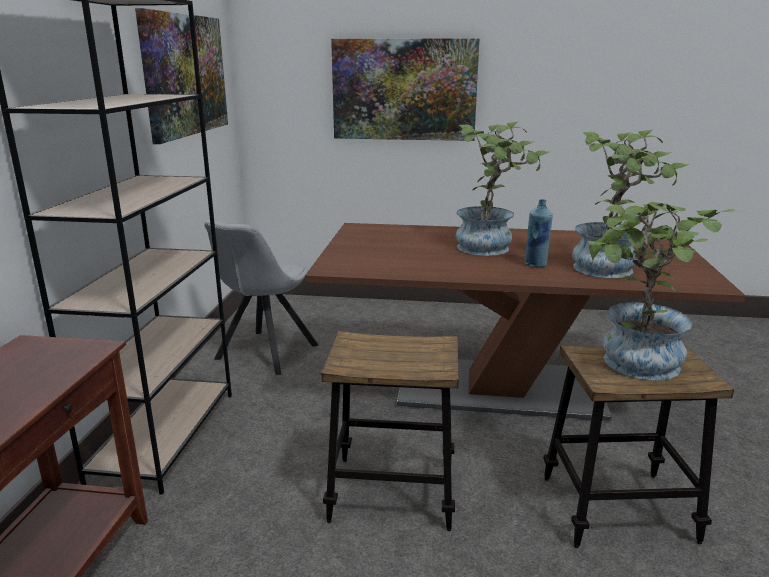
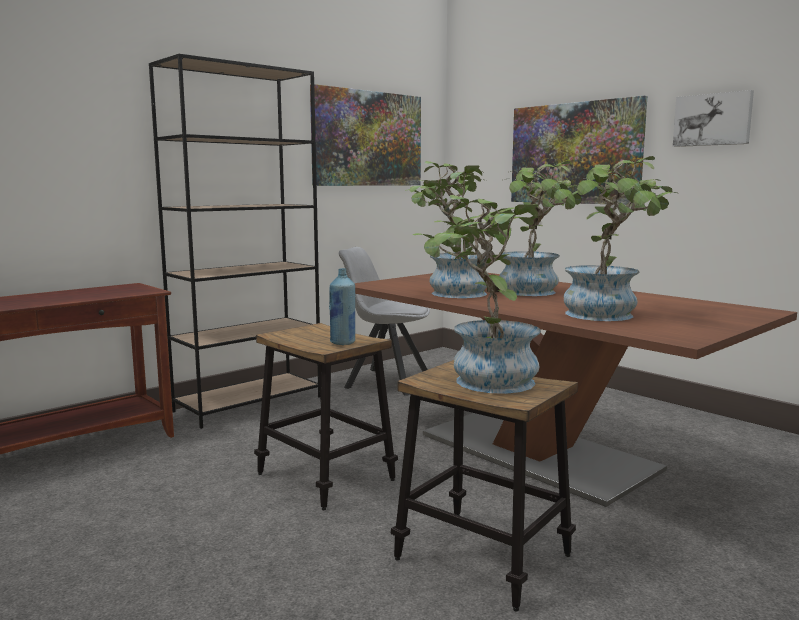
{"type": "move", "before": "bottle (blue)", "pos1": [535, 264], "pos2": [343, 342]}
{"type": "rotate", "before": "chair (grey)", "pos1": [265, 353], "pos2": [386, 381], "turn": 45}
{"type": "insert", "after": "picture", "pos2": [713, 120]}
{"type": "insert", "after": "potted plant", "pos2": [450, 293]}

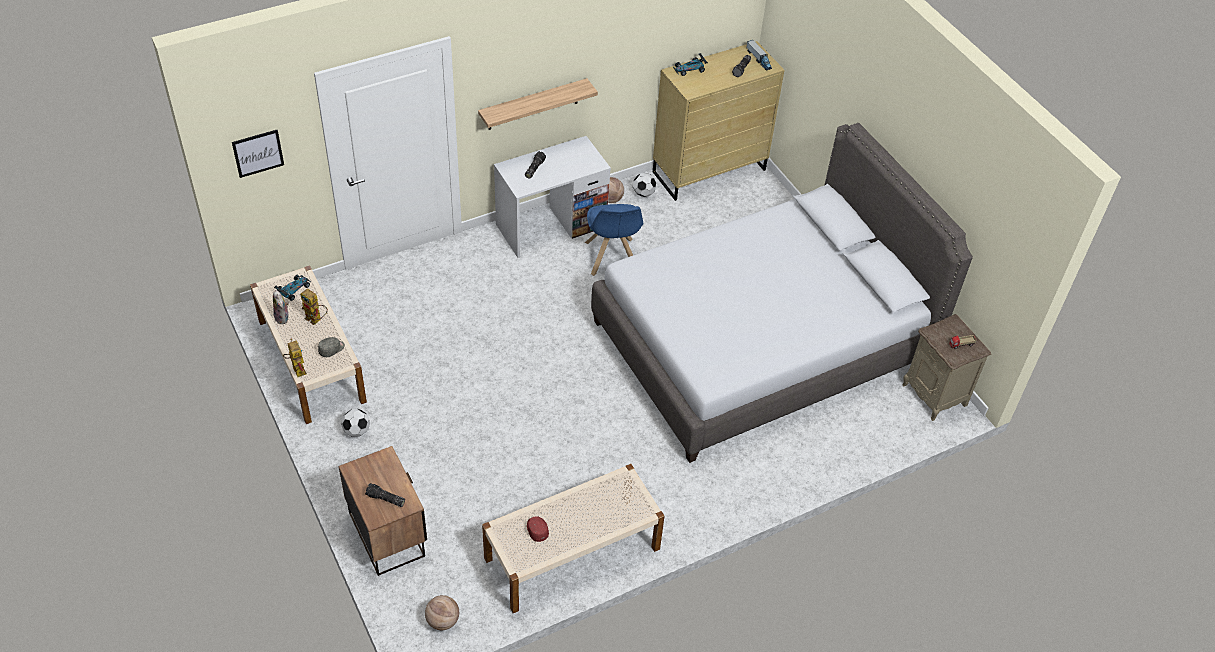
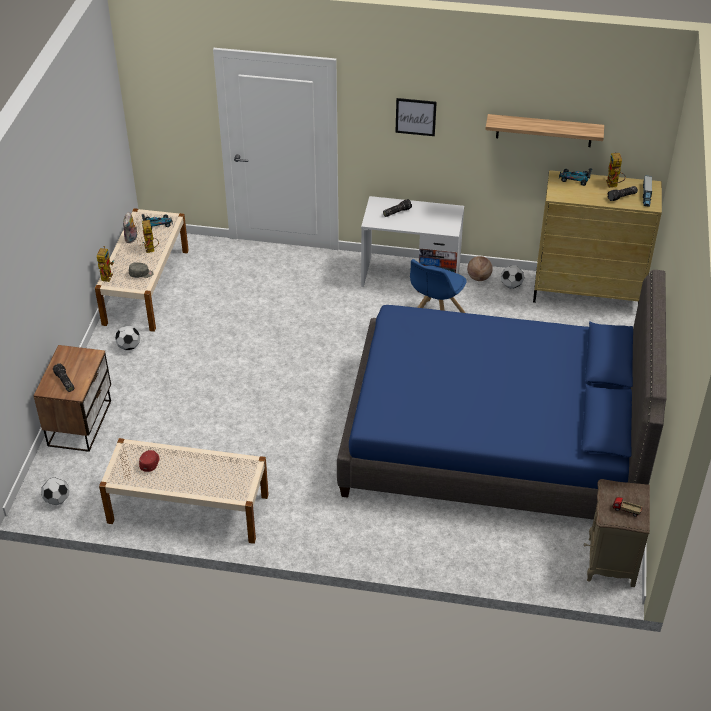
{"type": "move", "before": "shelf", "pos1": [533, 105], "pos2": [544, 130]}
{"type": "recolor", "before": "bed (grey)", "after": "bed (blue)", "pos1": [760, 342], "pos2": [494, 440]}
{"type": "move", "before": "picture", "pos1": [258, 153], "pos2": [415, 116]}
{"type": "replace", "before": "basketball", "after": "football", "pos1": [443, 621], "pos2": [57, 500]}
{"type": "insert", "after": "toy robot", "pos2": [613, 185]}

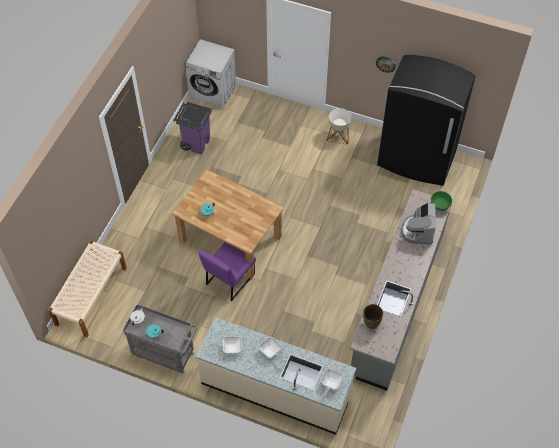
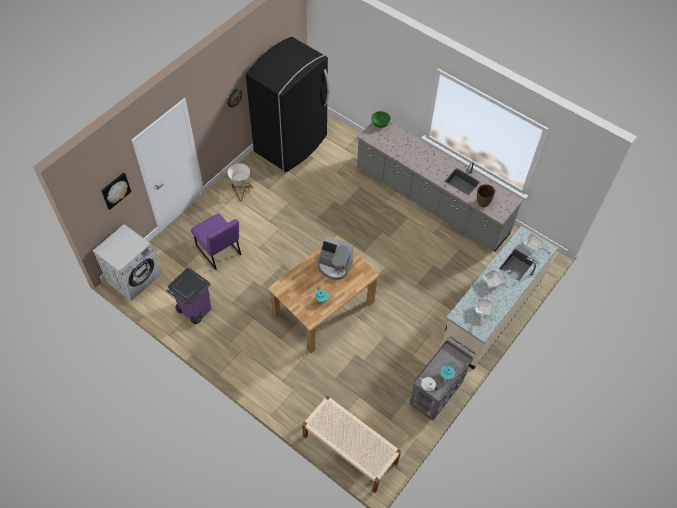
{"type": "move", "before": "coffee machine", "pos1": [418, 231], "pos2": [334, 265]}
{"type": "move", "before": "chair (purple)", "pos1": [229, 279], "pos2": [219, 251]}
{"type": "insert", "after": "picture", "pos2": [115, 190]}

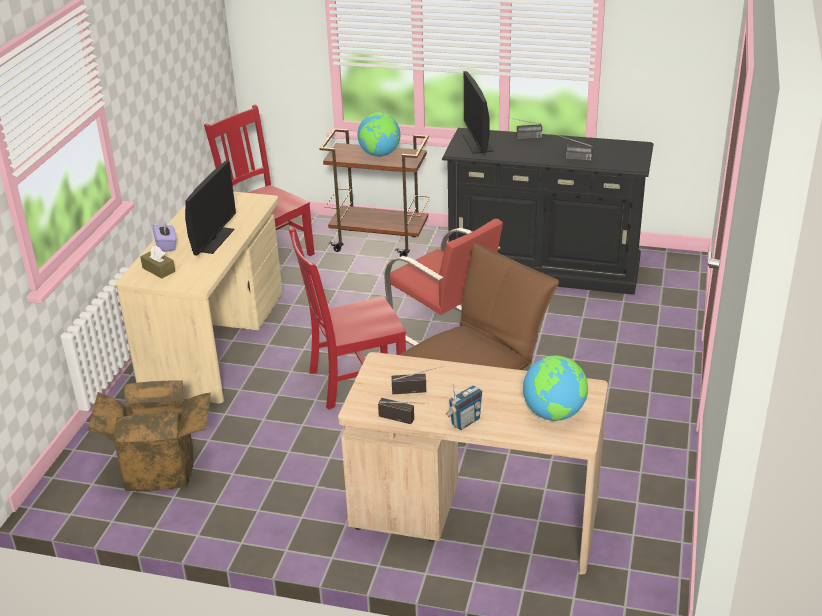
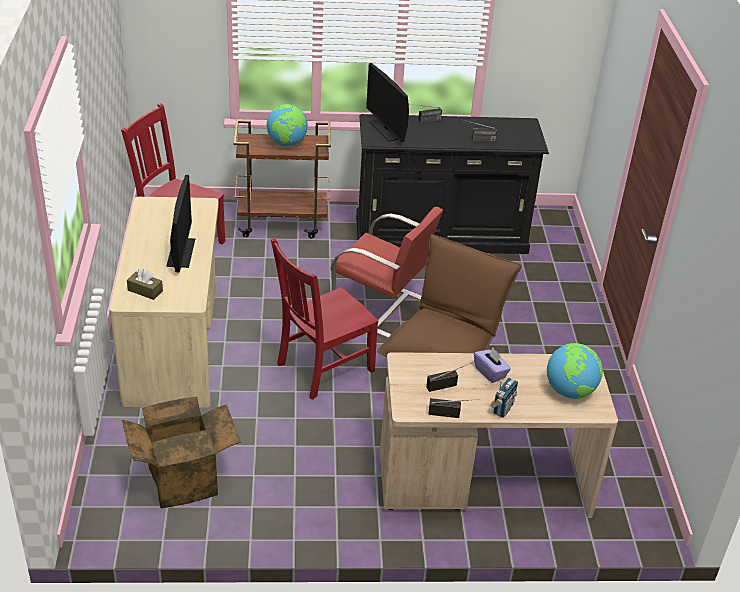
{"type": "move", "before": "tissue box (purple)", "pos1": [166, 245], "pos2": [490, 372]}

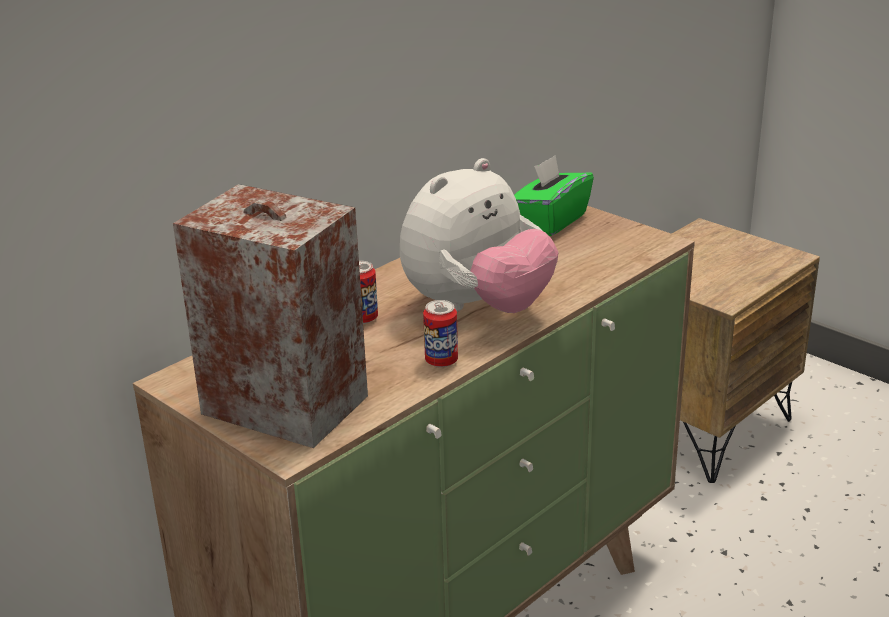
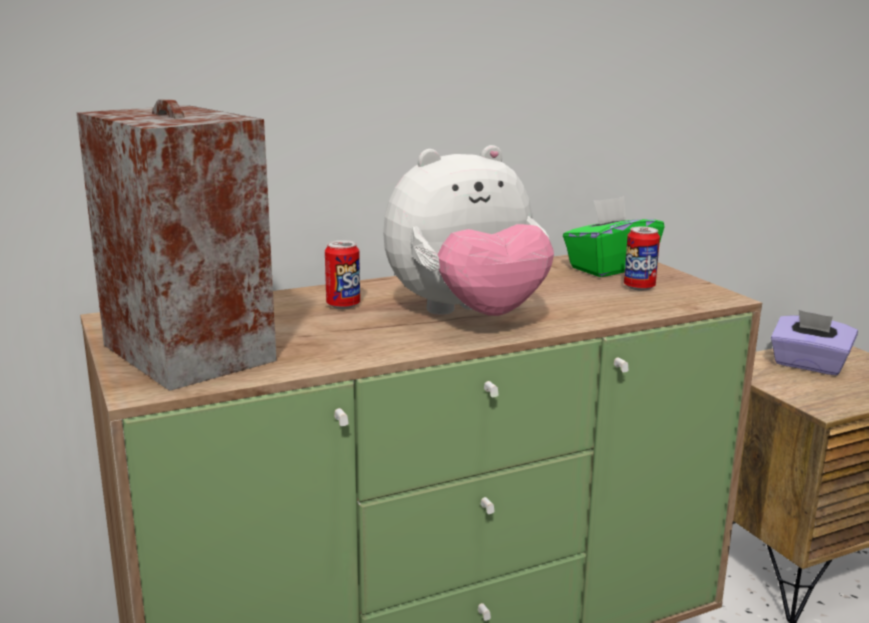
{"type": "move", "before": "can", "pos1": [441, 361], "pos2": [639, 287]}
{"type": "insert", "after": "tissue box (purple)", "pos2": [809, 365]}

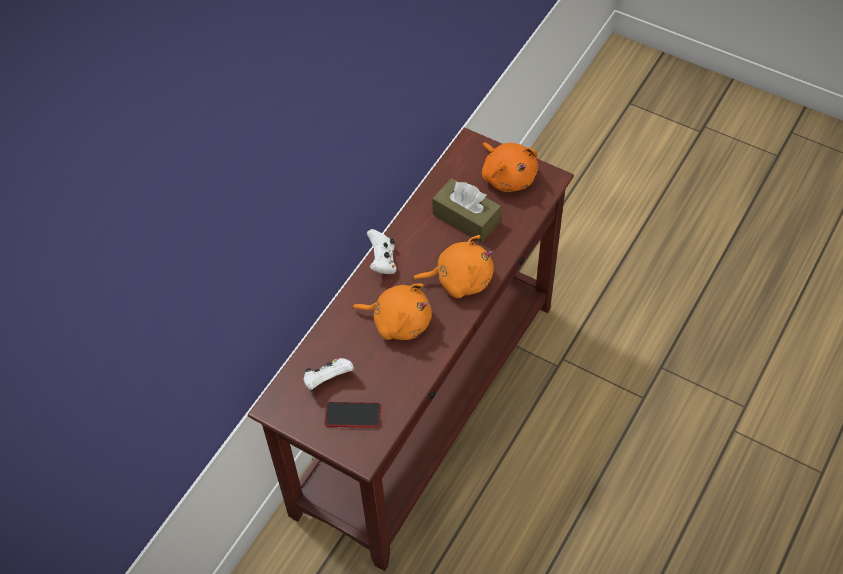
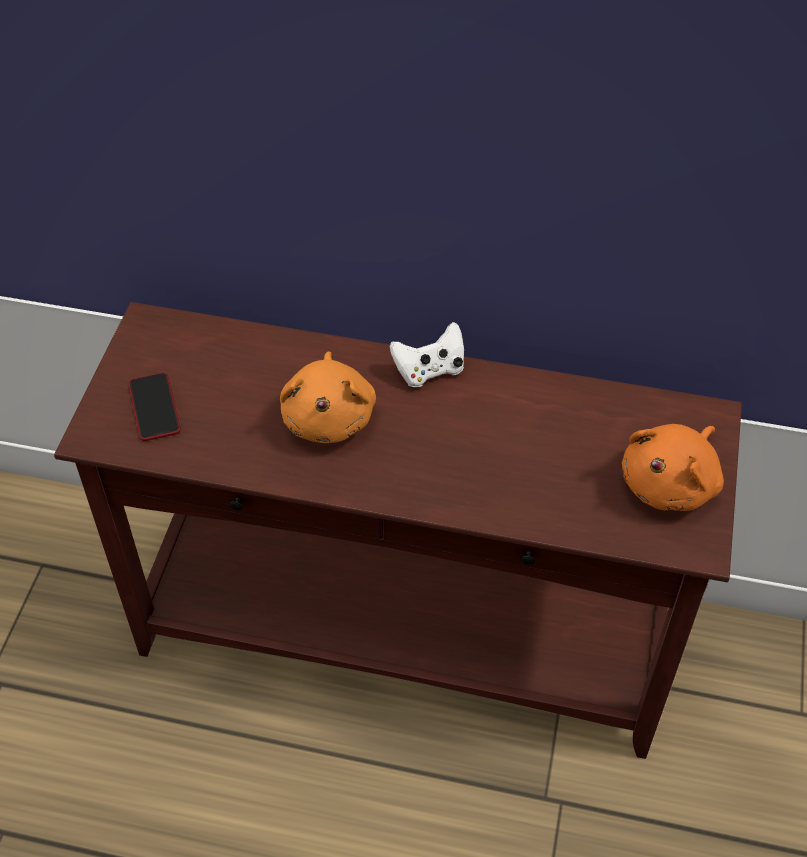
{"type": "delete", "before": "tissue box (brown)", "pos1": [466, 218]}
{"type": "delete", "before": "plush toy (orange)", "pos1": [460, 279]}
{"type": "delete", "before": "game controller (white)", "pos1": [327, 380]}

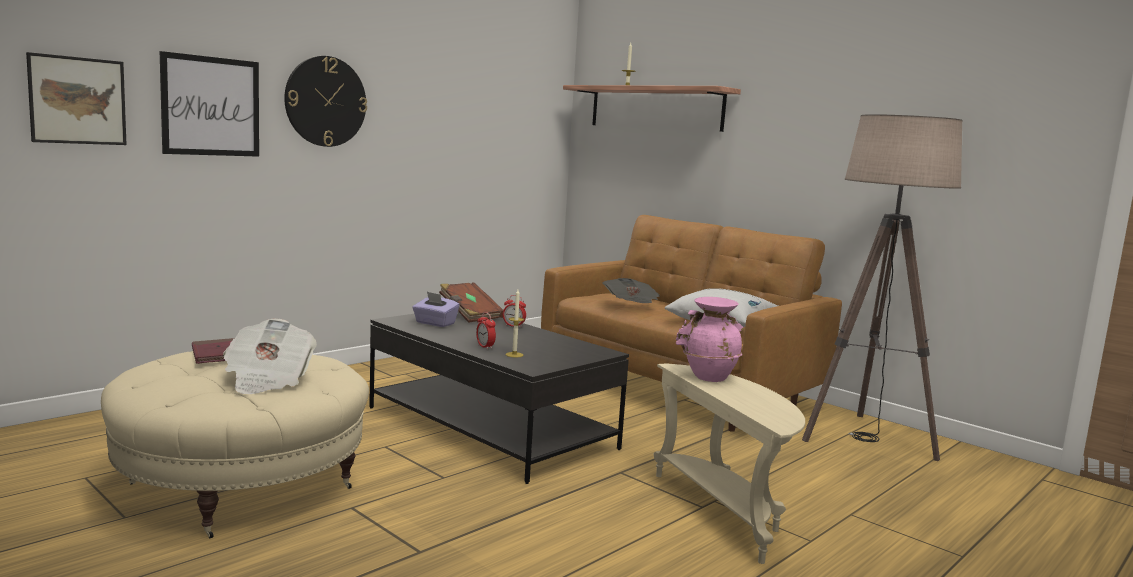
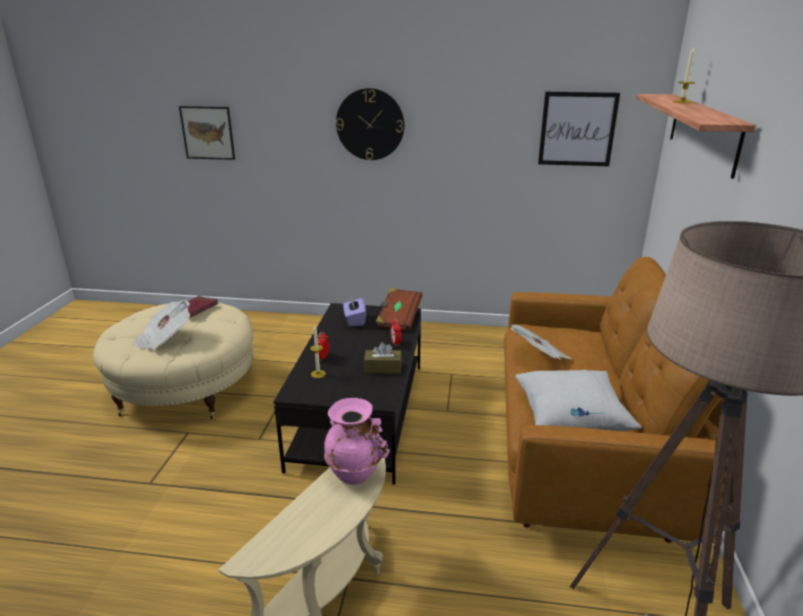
{"type": "move", "before": "picture", "pos1": [211, 106], "pos2": [577, 129]}
{"type": "insert", "after": "tissue box (brown)", "pos2": [383, 368]}

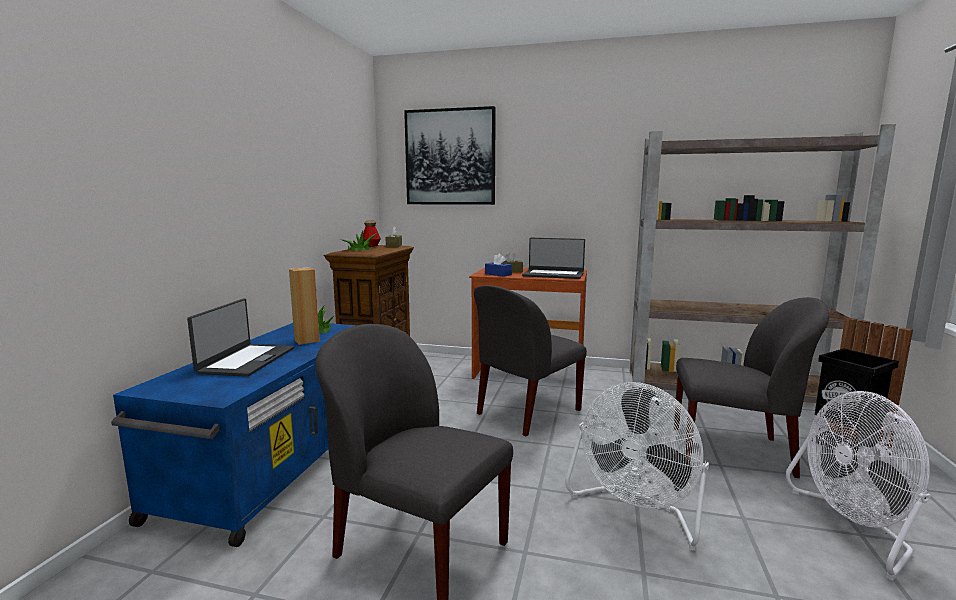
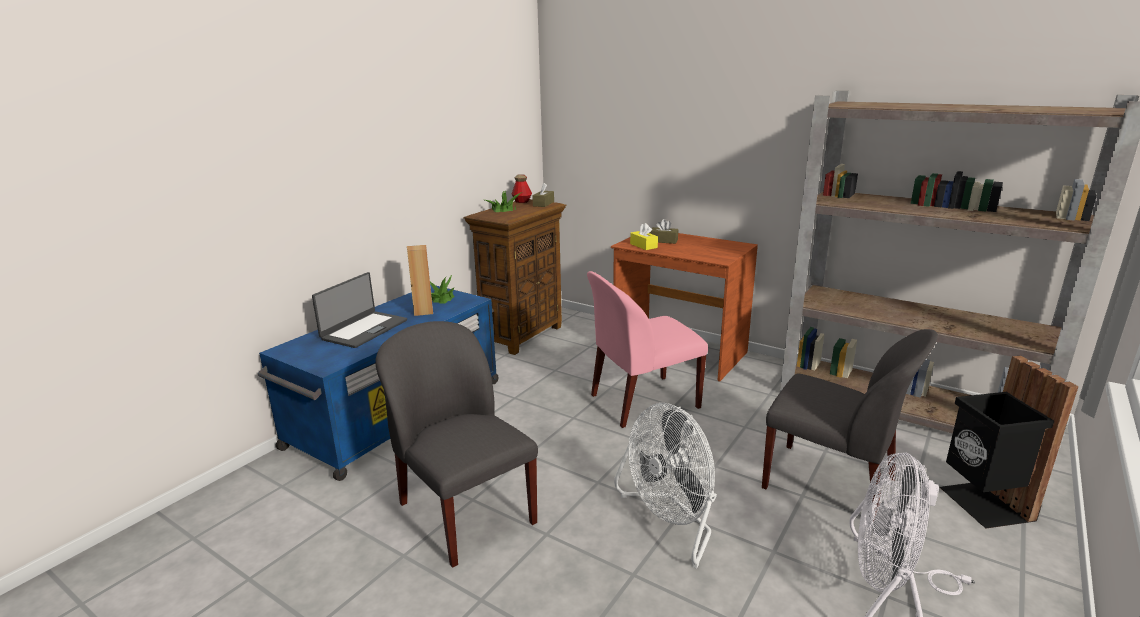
{"type": "delete", "before": "picture", "pos1": [450, 157]}
{"type": "delete", "before": "laptop", "pos1": [553, 275]}
{"type": "recolor", "before": "tissue box (blue)", "after": "tissue box (yellow)", "pos1": [498, 274], "pos2": [643, 246]}
{"type": "recolor", "before": "chair (grey)", "after": "chair (pink)", "pos1": [526, 413], "pos2": [642, 402]}

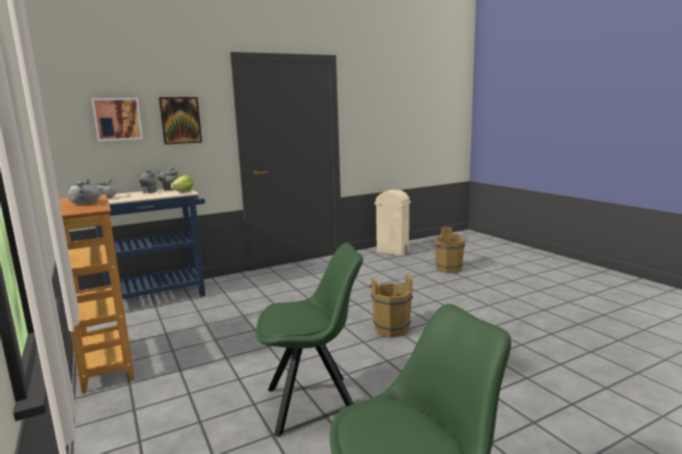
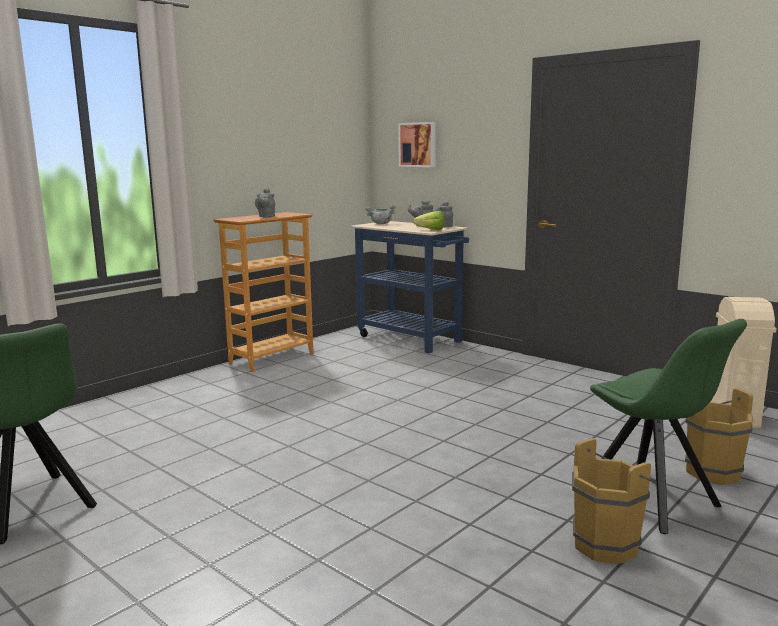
{"type": "delete", "before": "picture", "pos1": [180, 120]}
{"type": "replace", "before": "cooking pot (grey)", "after": "teapot (grey)", "pos1": [85, 203], "pos2": [266, 216]}
{"type": "move", "before": "chair (green)", "pos1": [313, 404], "pos2": [650, 499]}
{"type": "move", "before": "bucket (brown)", "pos1": [391, 328], "pos2": [609, 544]}

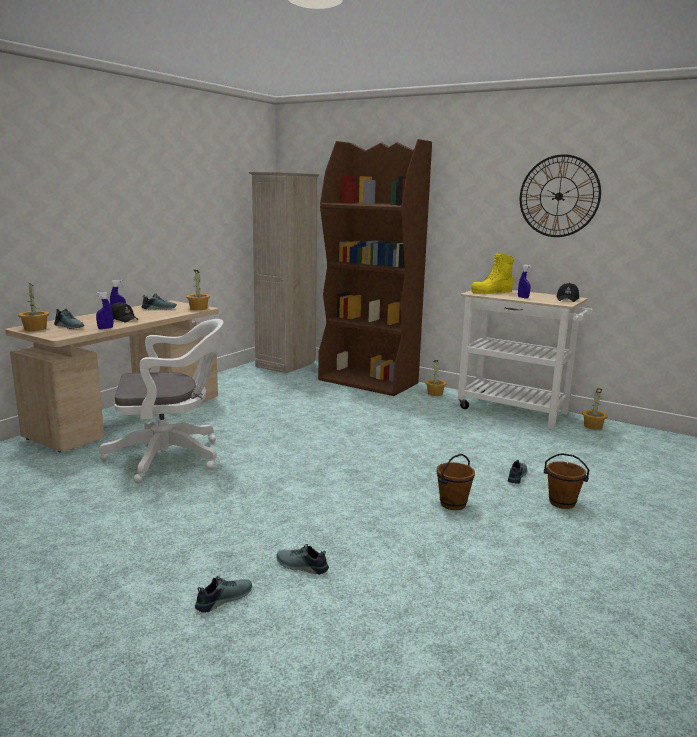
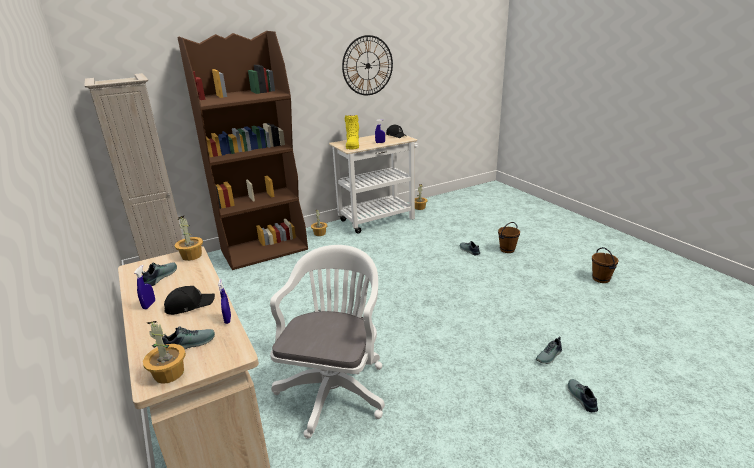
{"type": "move", "before": "bucket (brown)", "pos1": [453, 504], "pos2": [601, 279]}

